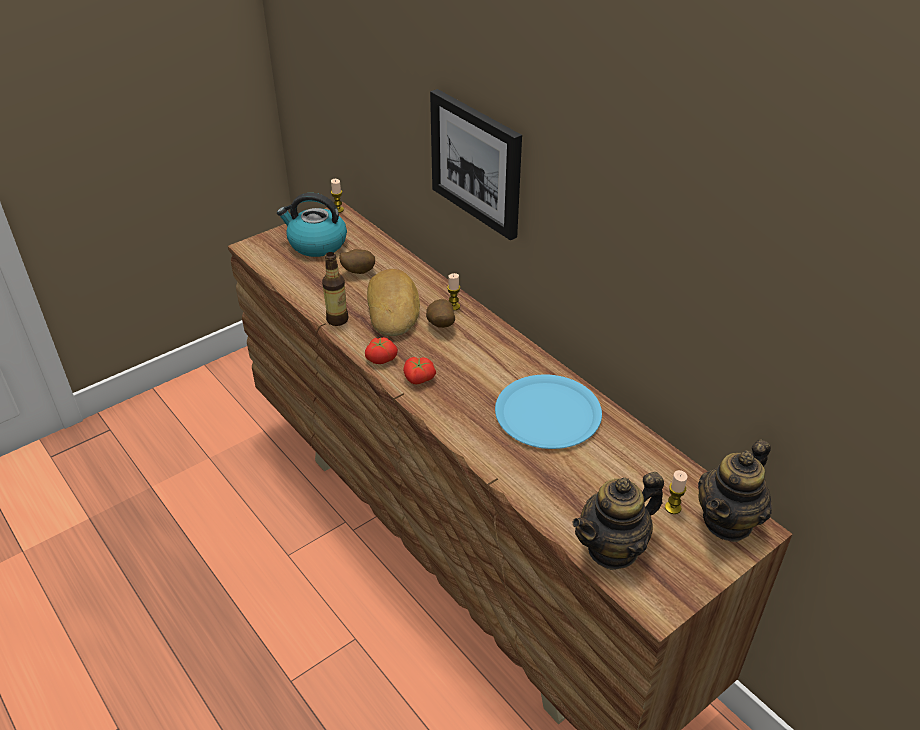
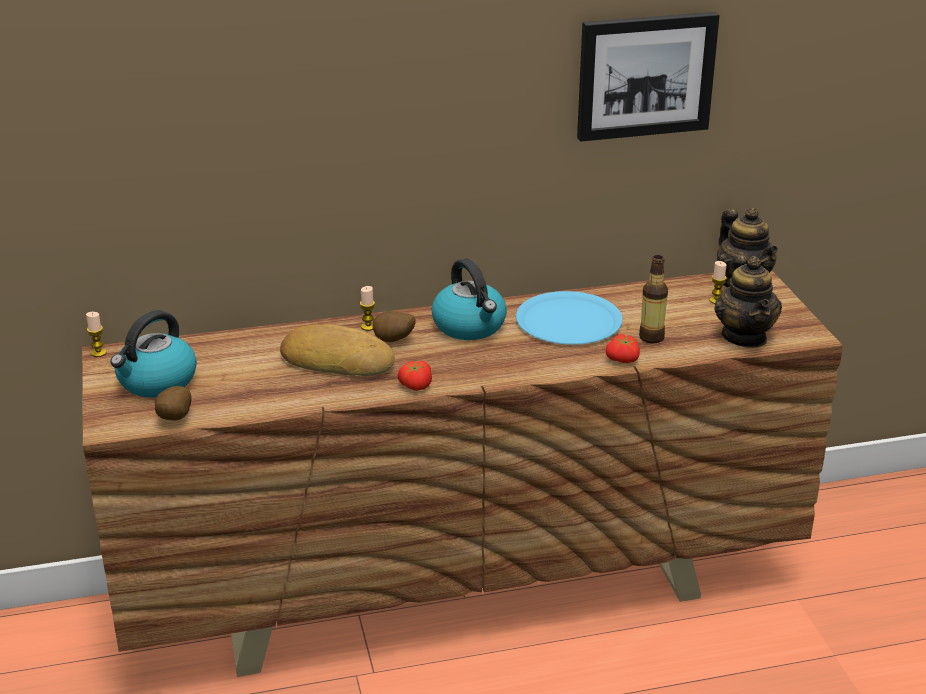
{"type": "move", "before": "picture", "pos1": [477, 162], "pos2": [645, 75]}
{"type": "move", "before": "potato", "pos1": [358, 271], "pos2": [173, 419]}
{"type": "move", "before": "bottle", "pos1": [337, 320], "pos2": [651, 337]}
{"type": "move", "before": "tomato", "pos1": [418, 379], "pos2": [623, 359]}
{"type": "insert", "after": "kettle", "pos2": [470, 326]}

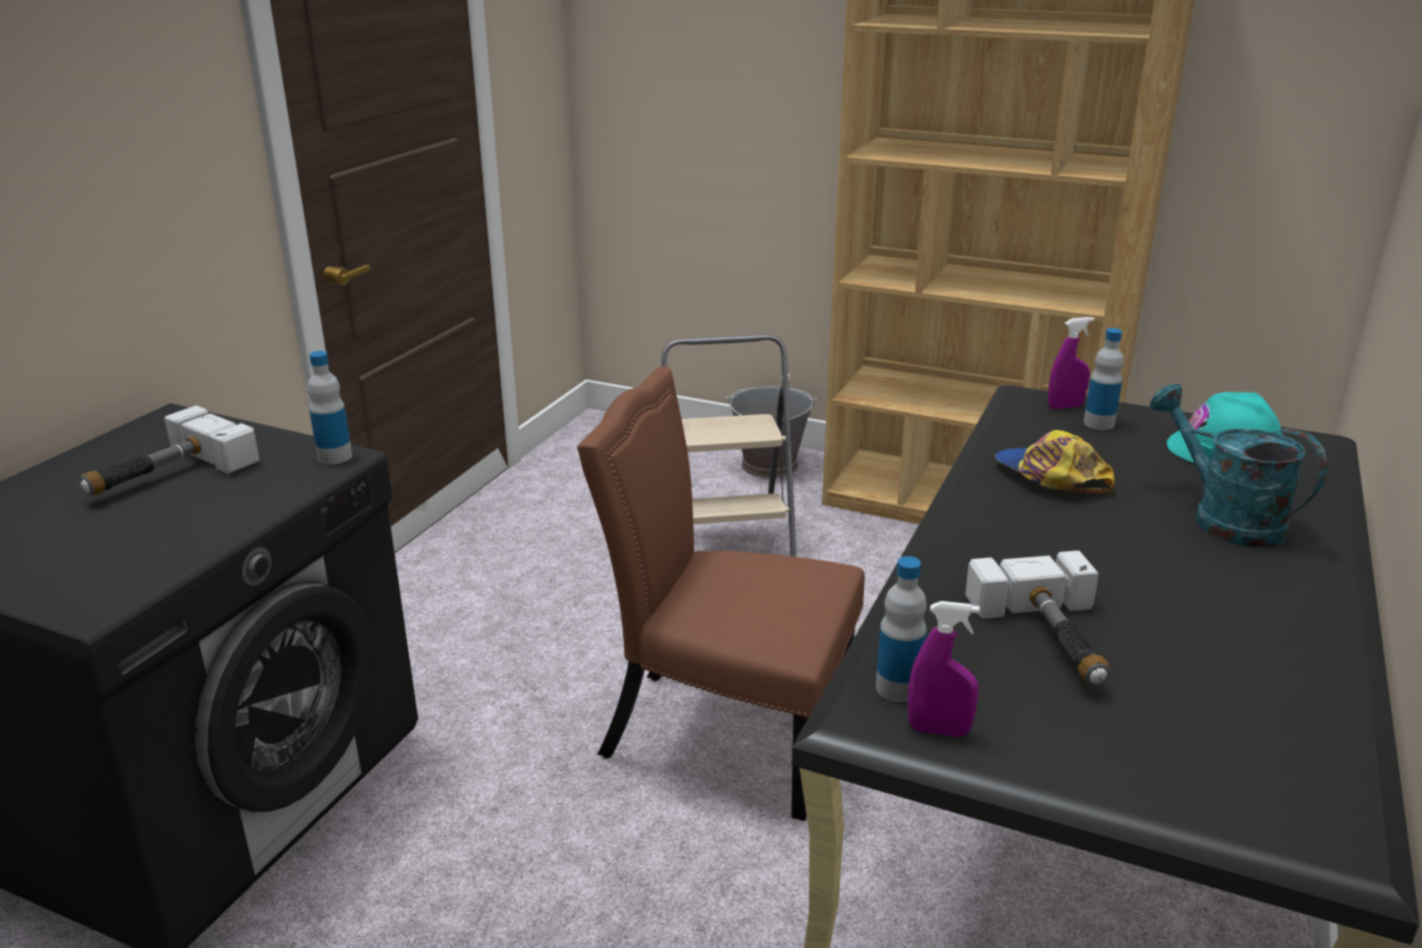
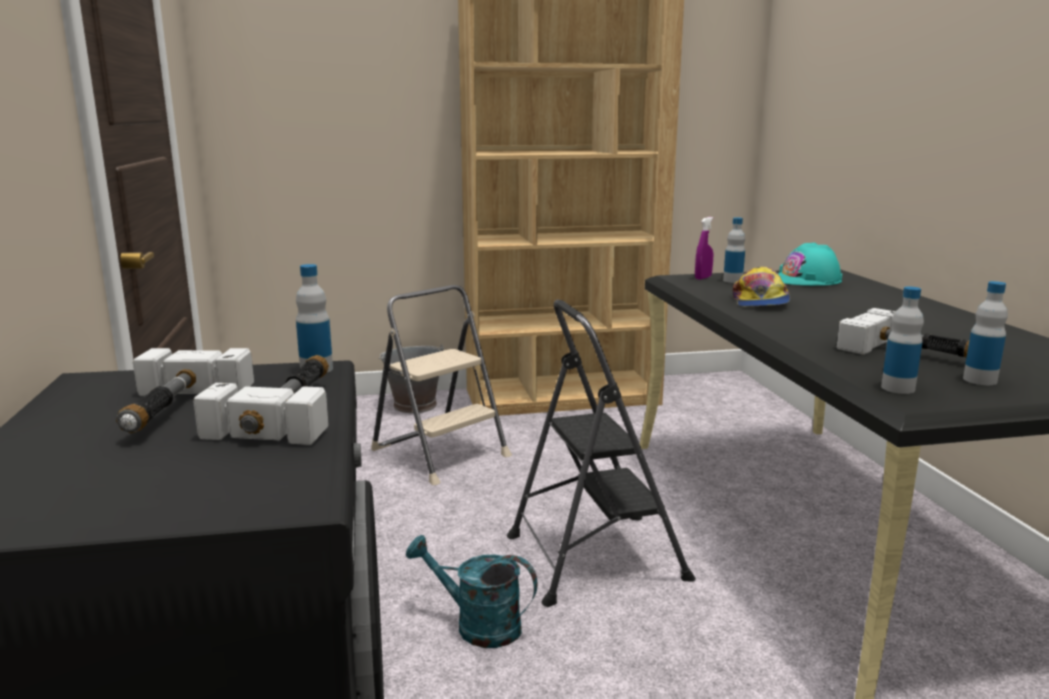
{"type": "replace", "before": "chair (brown)", "after": "step ladder (black)", "pos1": [730, 737], "pos2": [590, 556]}
{"type": "move", "before": "watering can (turquoise)", "pos1": [1223, 518], "pos2": [477, 625]}
{"type": "rotate", "before": "cap", "pos1": [1050, 477], "pos2": [760, 301], "turn": -105}
{"type": "delete", "before": "spray bottle (purple)", "pos1": [938, 730]}
{"type": "insert", "after": "bottle", "pos2": [980, 380]}
{"type": "insert", "after": "hammer", "pos2": [290, 410]}

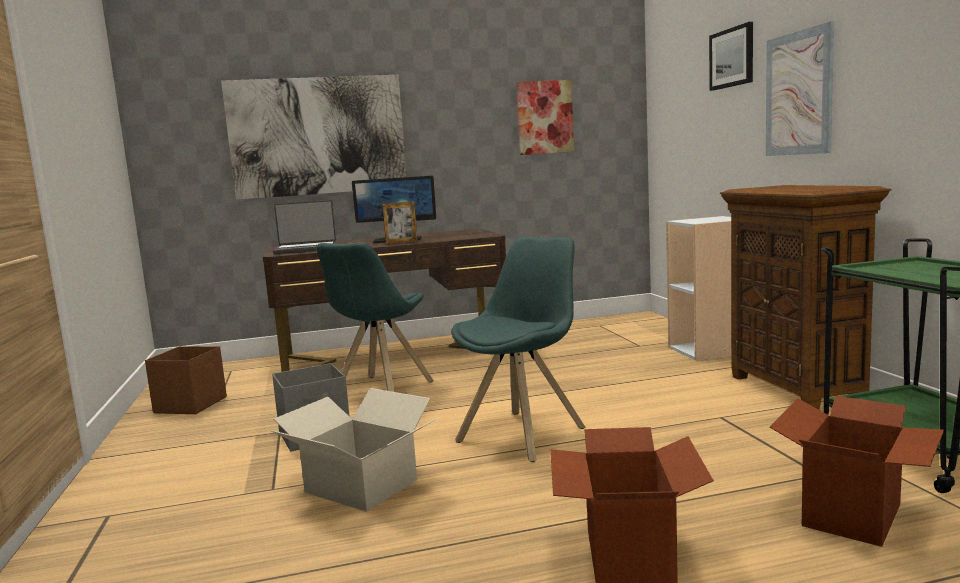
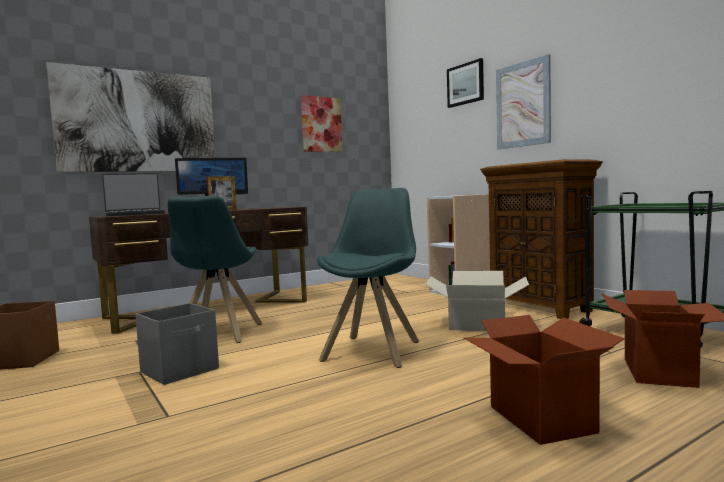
{"type": "move", "before": "cardboard box", "pos1": [362, 485], "pos2": [477, 324]}

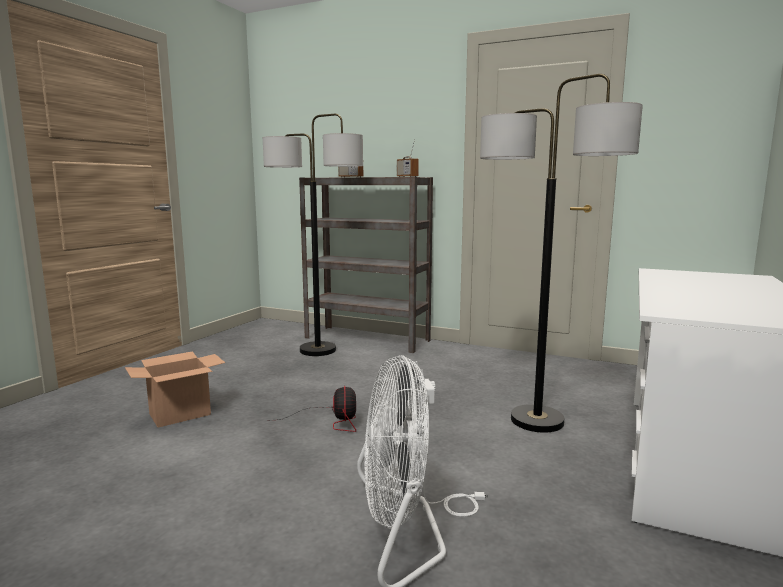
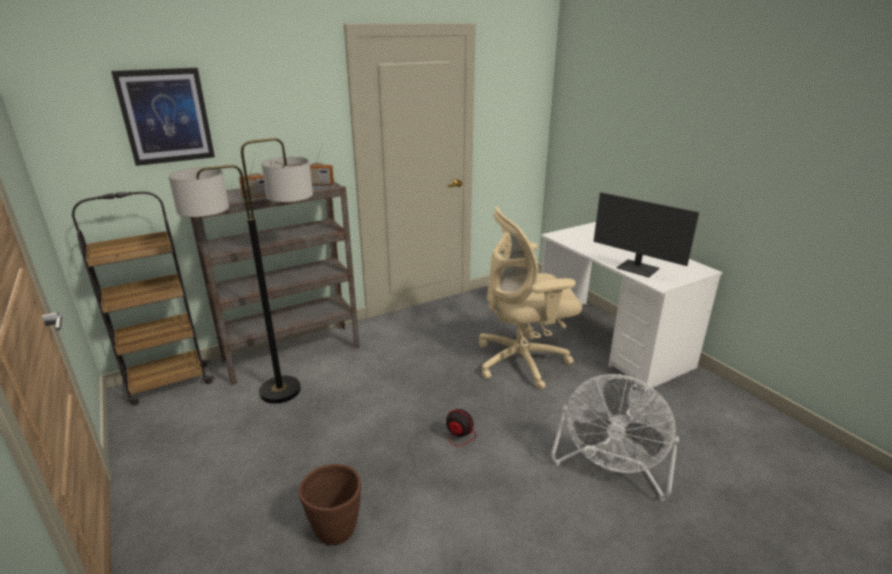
{"type": "replace", "before": "floor lamp", "after": "office chair (beige)", "pos1": [536, 420], "pos2": [526, 359]}
{"type": "replace", "before": "cardboard box", "after": "planter (brown)", "pos1": [180, 414], "pos2": [335, 530]}
{"type": "insert", "after": "picture", "pos2": [166, 116]}
{"type": "insert", "after": "cart (brown)", "pos2": [170, 385]}
{"type": "insert", "after": "monitor", "pos2": [637, 269]}

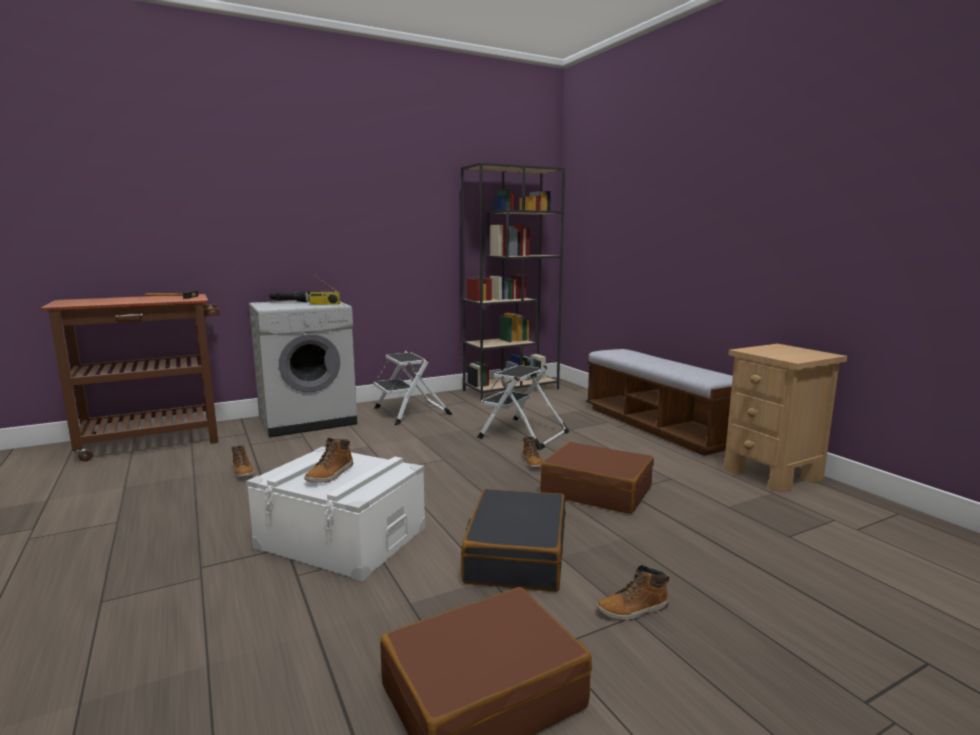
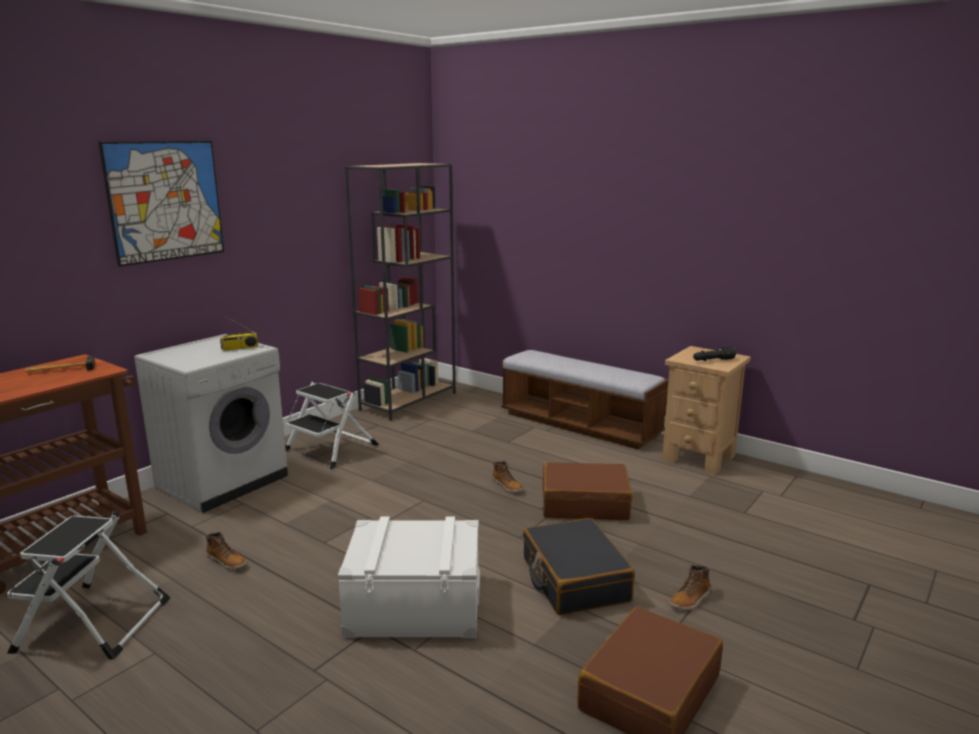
{"type": "move", "before": "flashlight (black)", "pos1": [289, 301], "pos2": [712, 360]}
{"type": "move", "before": "step ladder", "pos1": [523, 433], "pos2": [92, 621]}
{"type": "delete", "before": "boot", "pos1": [330, 474]}
{"type": "insert", "after": "picture", "pos2": [166, 201]}

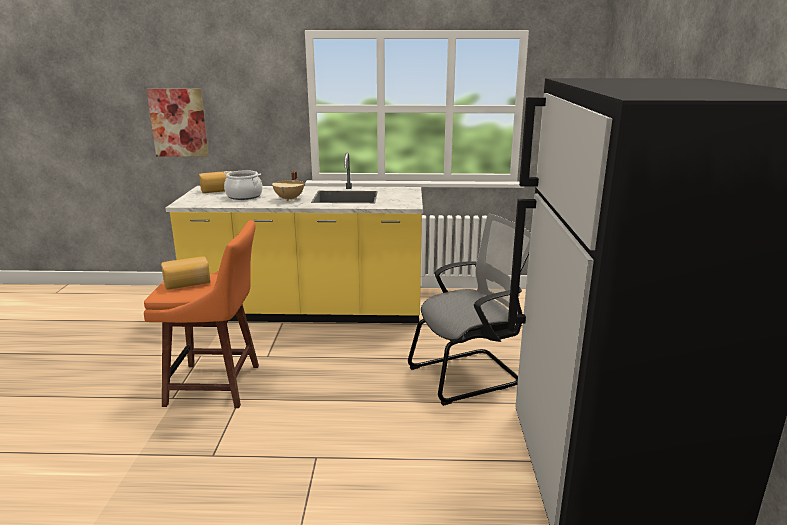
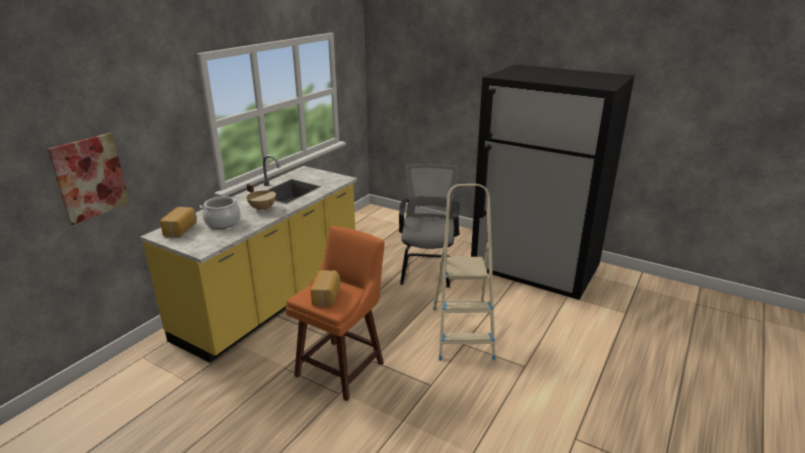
{"type": "insert", "after": "step ladder (beige)", "pos2": [462, 332]}

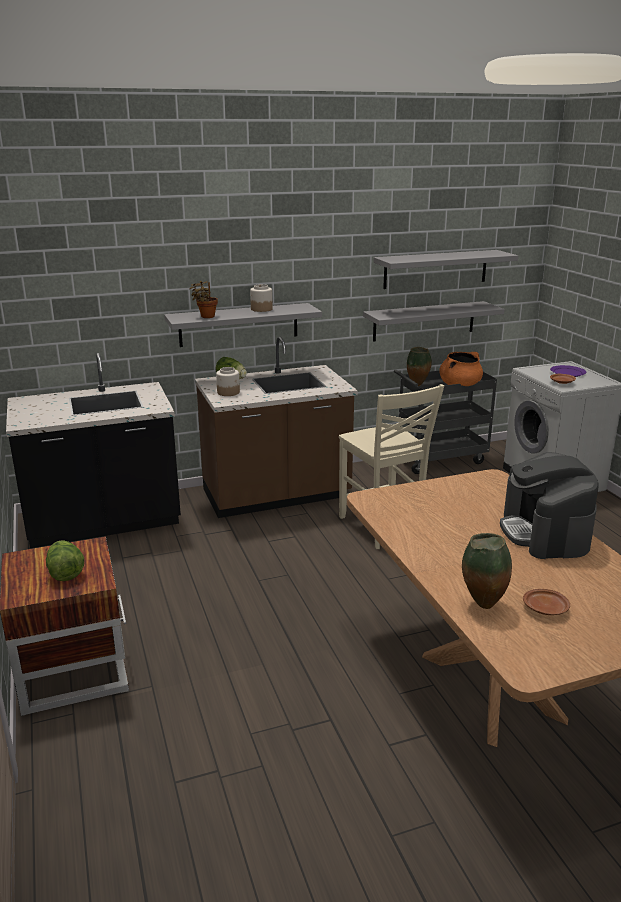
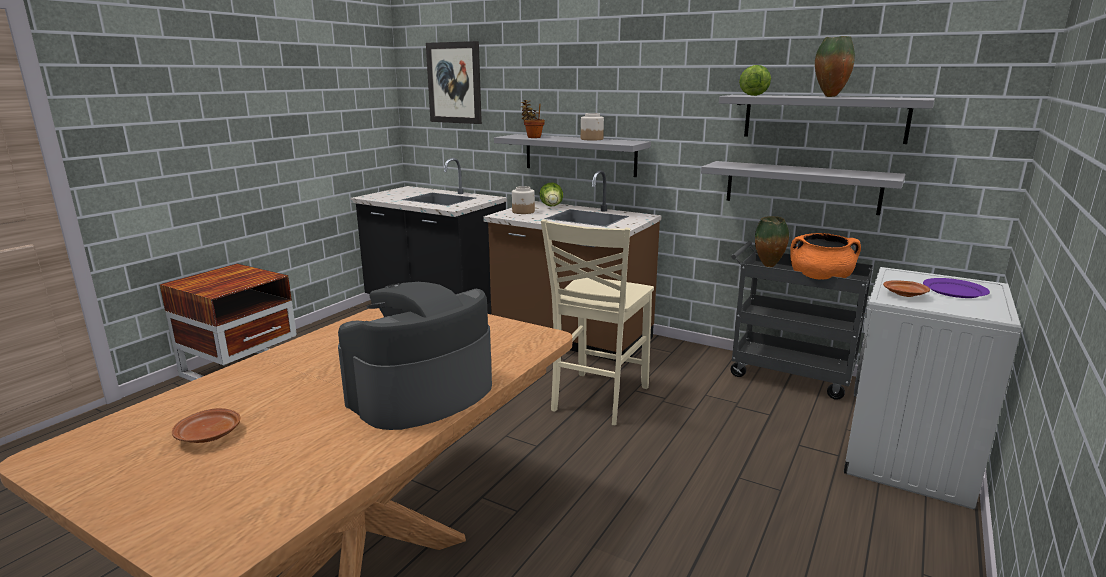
{"type": "move", "before": "vase", "pos1": [482, 605], "pos2": [828, 97]}
{"type": "move", "before": "lettuce", "pos1": [65, 573], "pos2": [753, 95]}
{"type": "insert", "after": "picture", "pos2": [454, 83]}

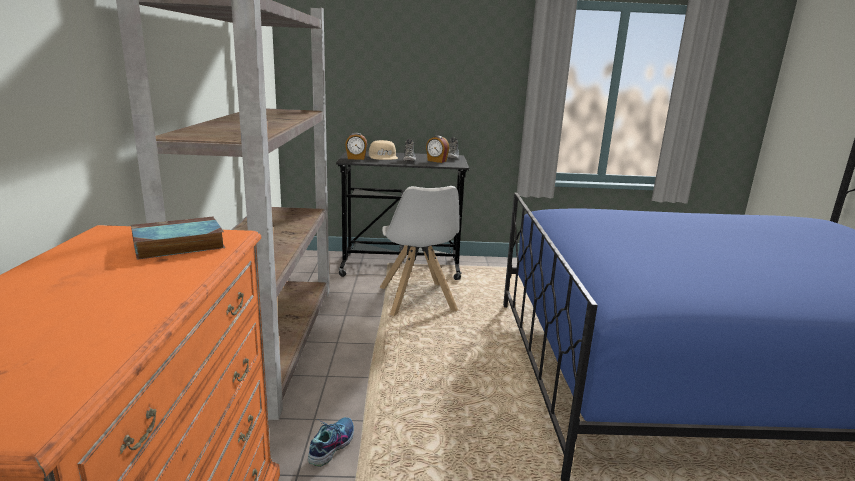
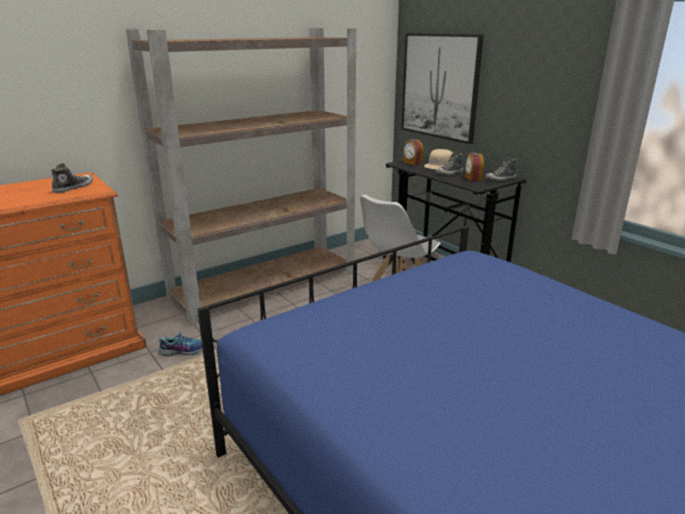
{"type": "replace", "before": "book", "after": "shoe", "pos1": [176, 244], "pos2": [73, 188]}
{"type": "insert", "after": "picture", "pos2": [439, 86]}

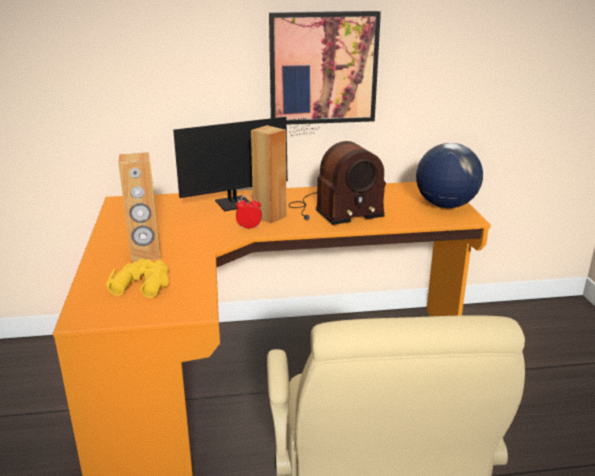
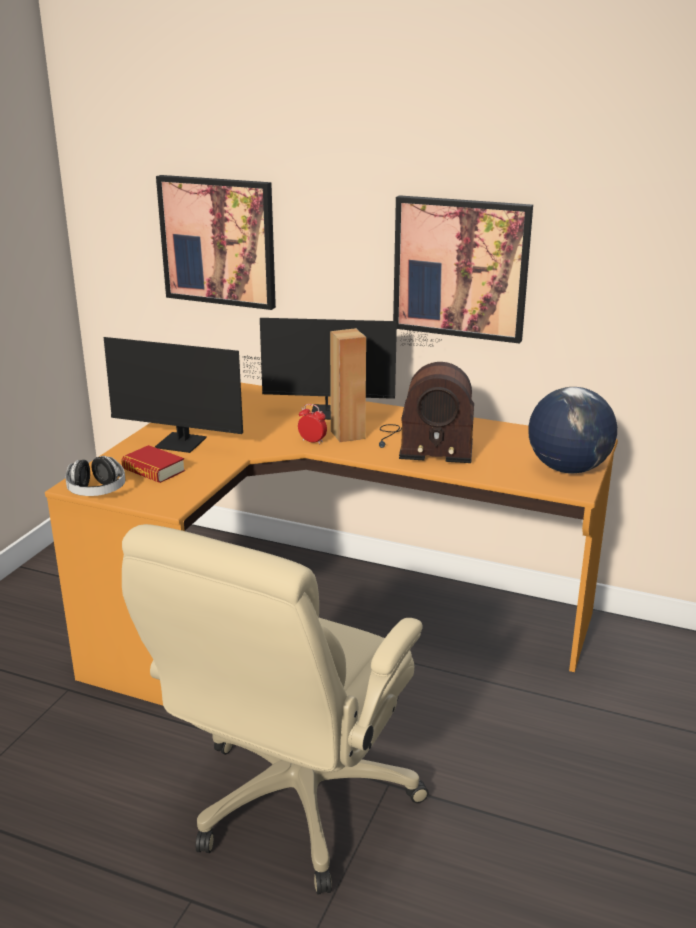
{"type": "replace", "before": "speaker (brown)", "after": "monitor", "pos1": [145, 254], "pos2": [186, 444]}
{"type": "replace", "before": "binoculars (yellow)", "after": "book", "pos1": [142, 283], "pos2": [153, 470]}
{"type": "insert", "after": "picture", "pos2": [218, 241]}
{"type": "insert", "after": "headphones", "pos2": [97, 492]}

